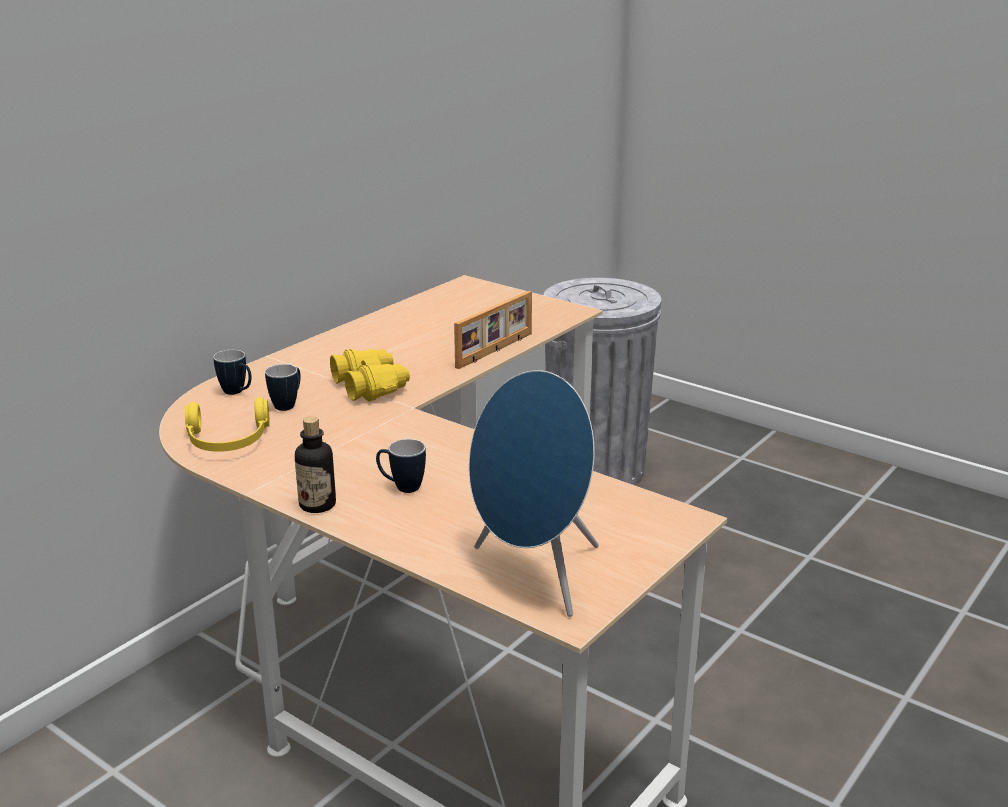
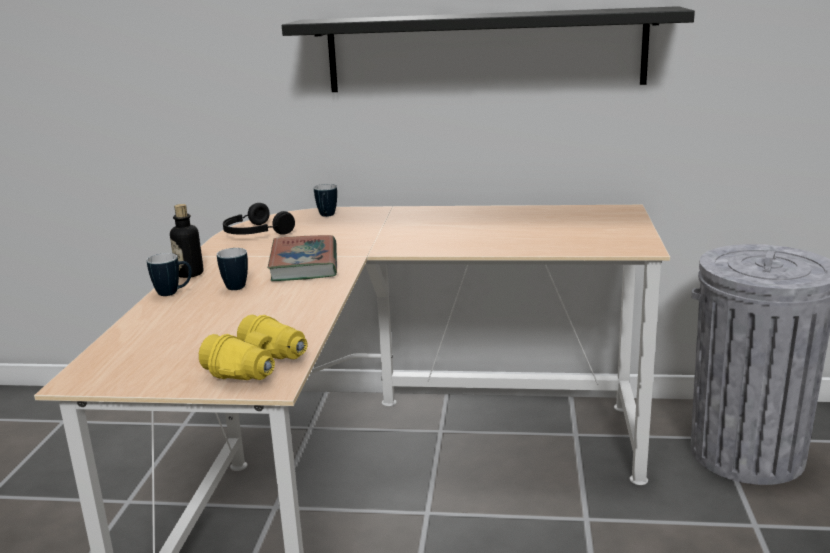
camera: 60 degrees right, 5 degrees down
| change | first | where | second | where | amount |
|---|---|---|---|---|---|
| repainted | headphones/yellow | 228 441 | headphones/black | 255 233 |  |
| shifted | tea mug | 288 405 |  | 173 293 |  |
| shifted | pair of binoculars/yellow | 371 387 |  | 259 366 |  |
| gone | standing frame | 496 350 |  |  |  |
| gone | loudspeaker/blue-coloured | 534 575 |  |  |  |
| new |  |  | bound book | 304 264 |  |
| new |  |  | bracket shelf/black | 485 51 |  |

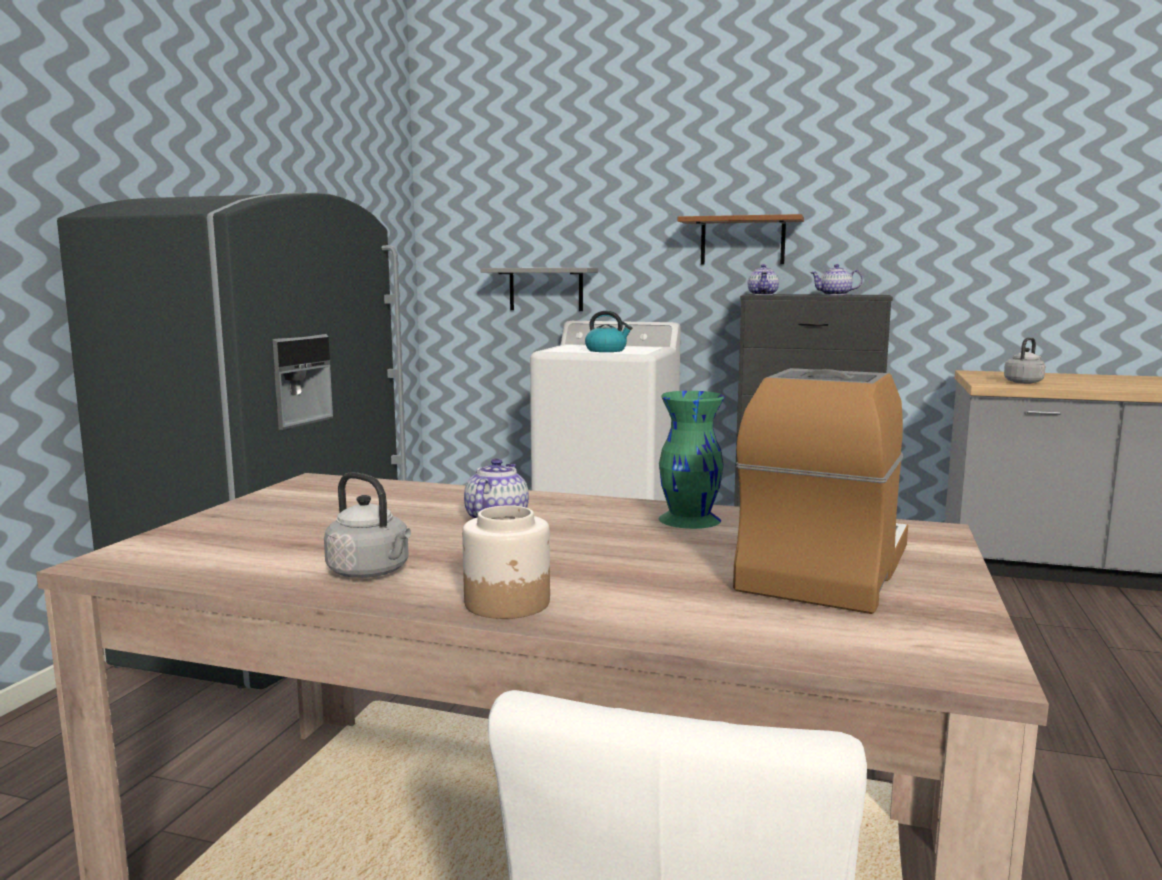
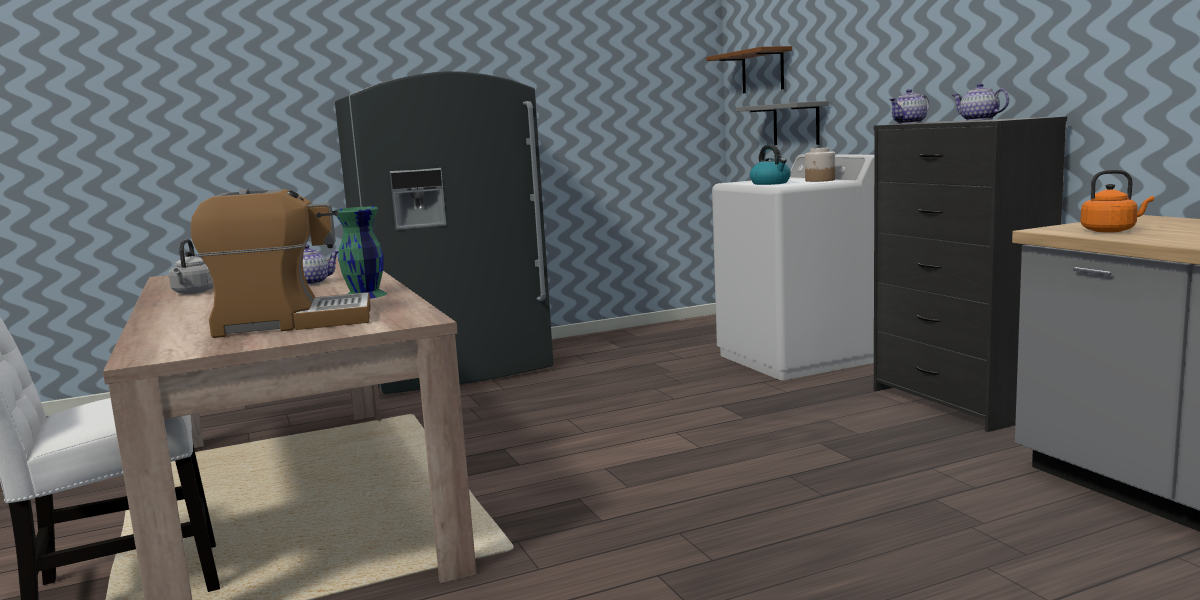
camera: 50 degrees right, 0 degrees up
| change | first | where | second | where | amount |
|---|---|---|---|---|---|
| shifted | jar | 508 603 |  | 820 180 |  |
| shifted | bracket shelf/brown | 742 241 |  | 762 71 |  |
| repainted | kettle/greyish | 1024 382 | kettle/orange | 1111 231 |  |

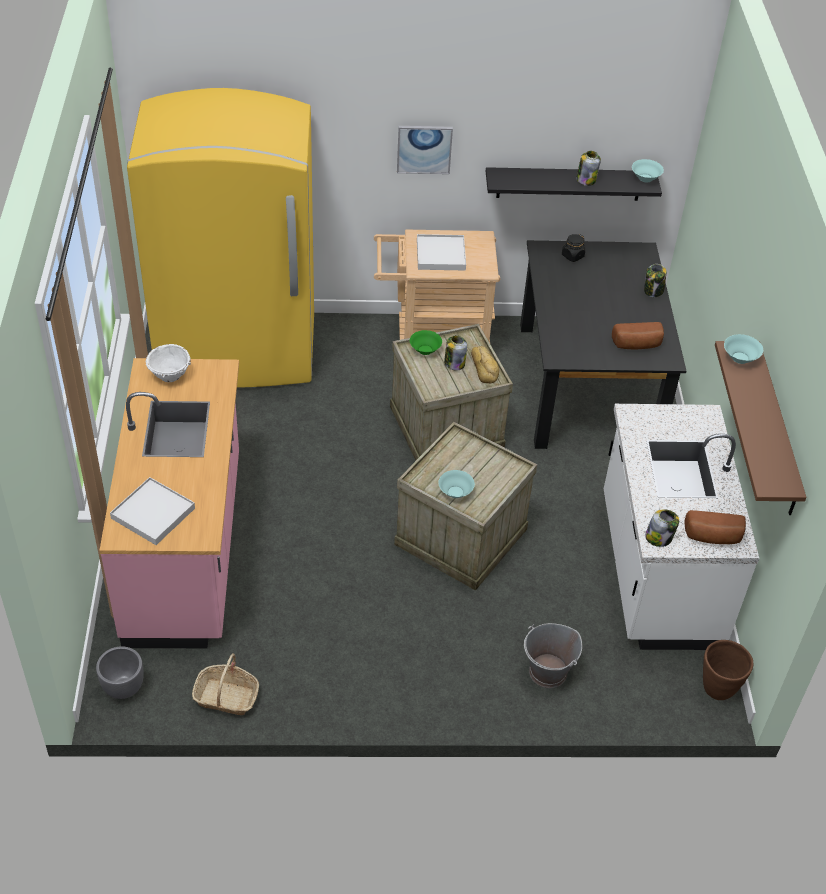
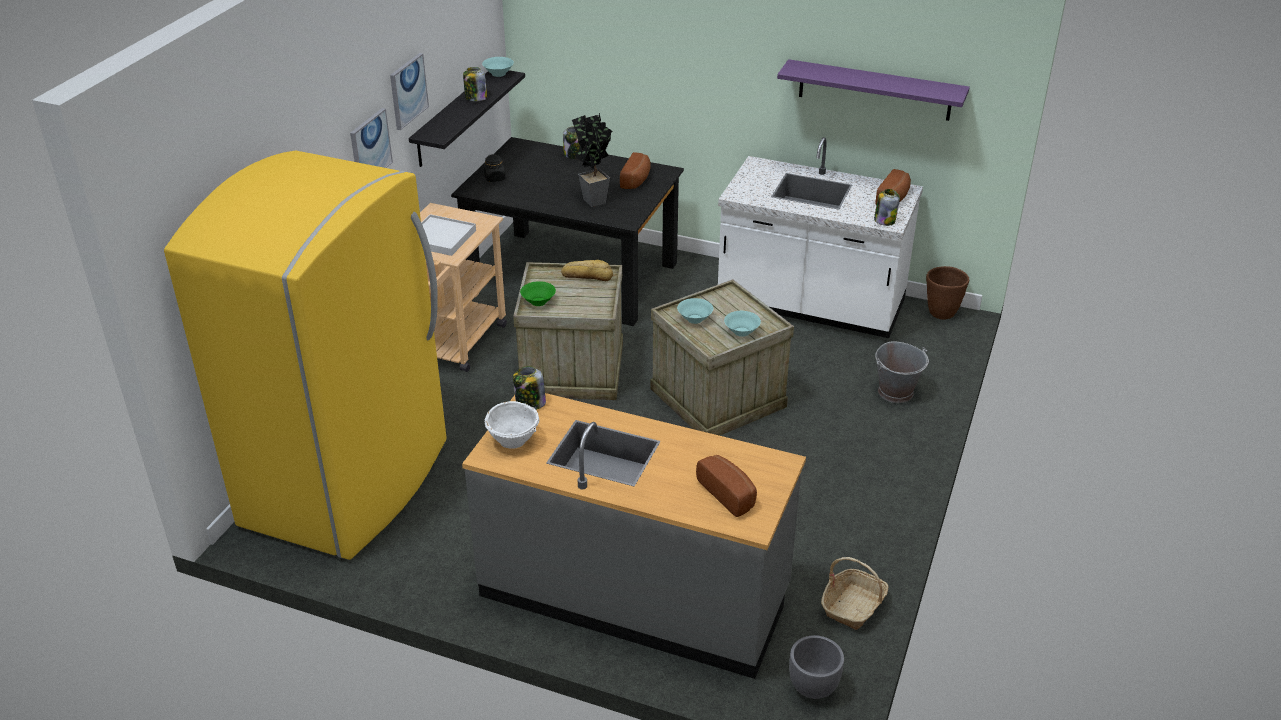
camera: 65 degrees left, 10 degrees down
| change | first | where | second | where | amount |
|---|---|---|---|---|---|
| repainted | counter/pinkish | 187 549 | counter/greyish | 635 593 |  |
| swapped | serving tray/white-coloured | 153 513 | baked bread | 729 494 |  |
| shifted | jar | 454 363 |  | 530 403 |  |
| repainted | bracket shelf/brown | 776 431 | bracket shelf/purplish | 875 90 |  |
| shifted | deep dish/blue-green | 740 358 |  | 695 319 |  |
| new |  |  | wall picture | 408 91 |  |
| new |  |  | plant in a pot | 594 199 |  |

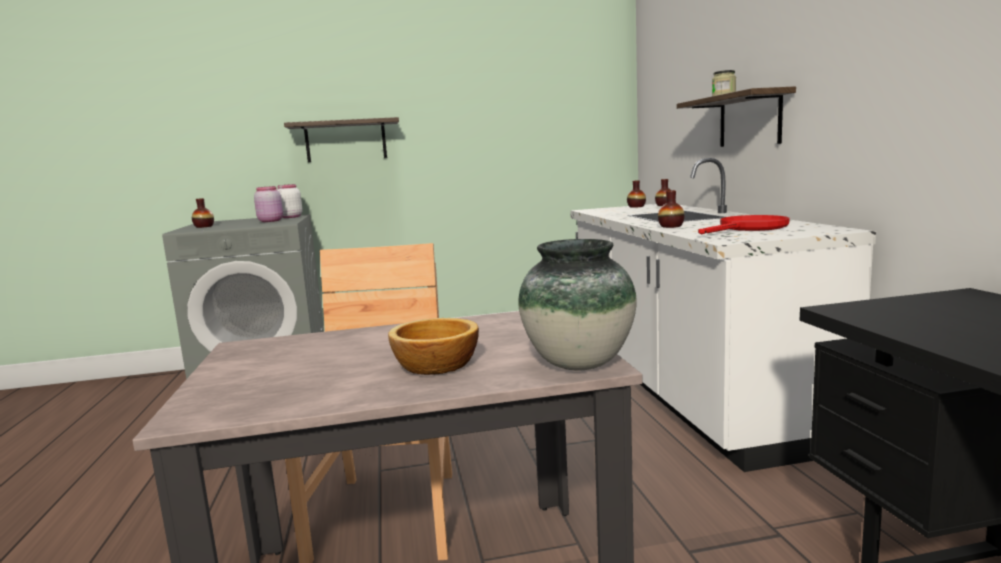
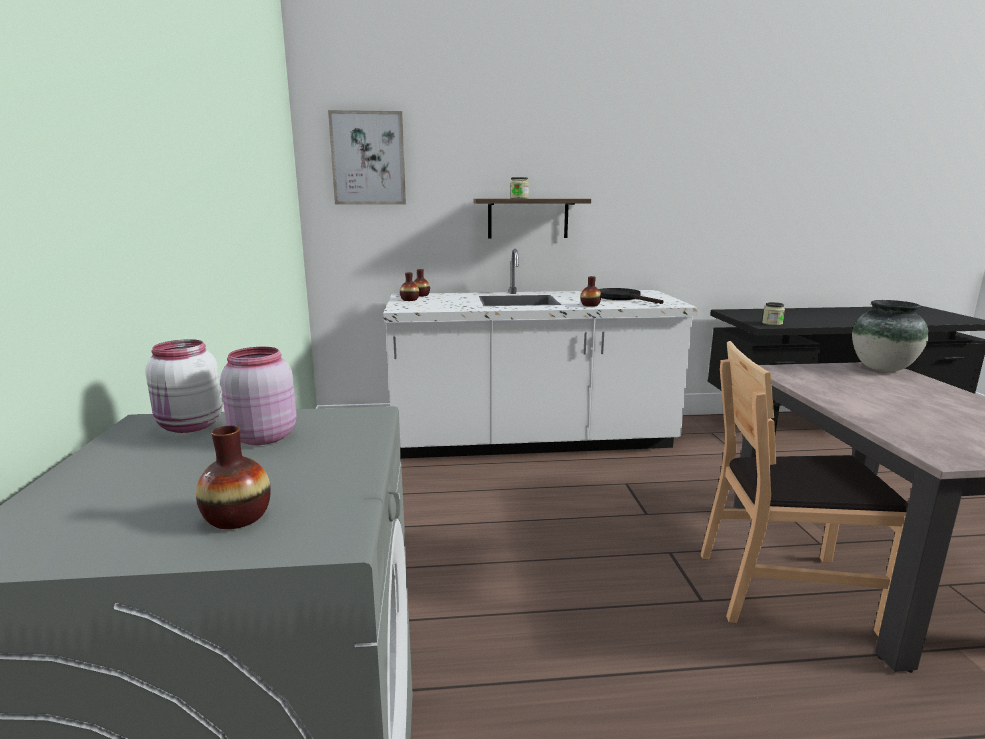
camera: 85 degrees left, 5 degrees up
| change | first | where | second | where | amount |
|---|---|---|---|---|---|
| gone | bracket shelf | 346 141 |  |  |  |
| gone | deep dish | 435 366 |  |  |  |
| repainted | pan/reddish | 748 228 | pan/black | 623 298 |  |
| new |  |  | wall picture | 368 158 |  |
| new |  |  | jar | 772 323 |  |

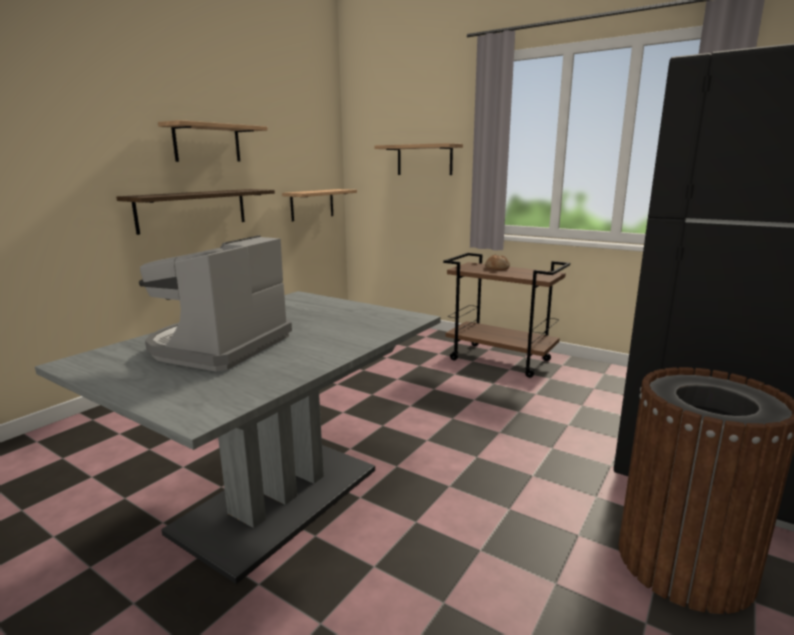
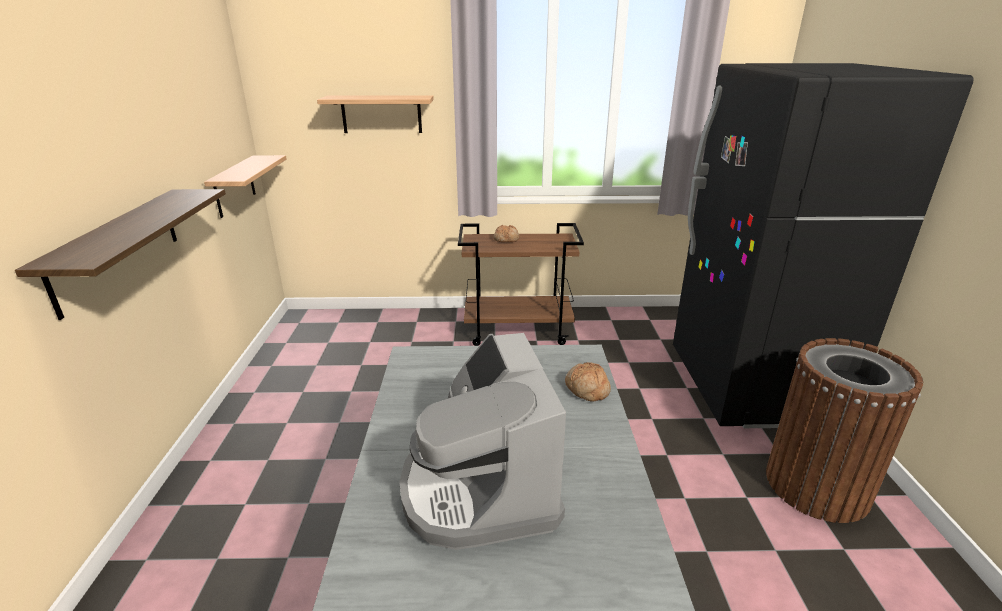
camera: 35 degrees left, 10 degrees up
| change | first | where | second | where | amount |
|---|---|---|---|---|---|
| gone | bracket shelf | 207 143 |  |  |  |
| new |  |  | baked bread | 586 389 |  |

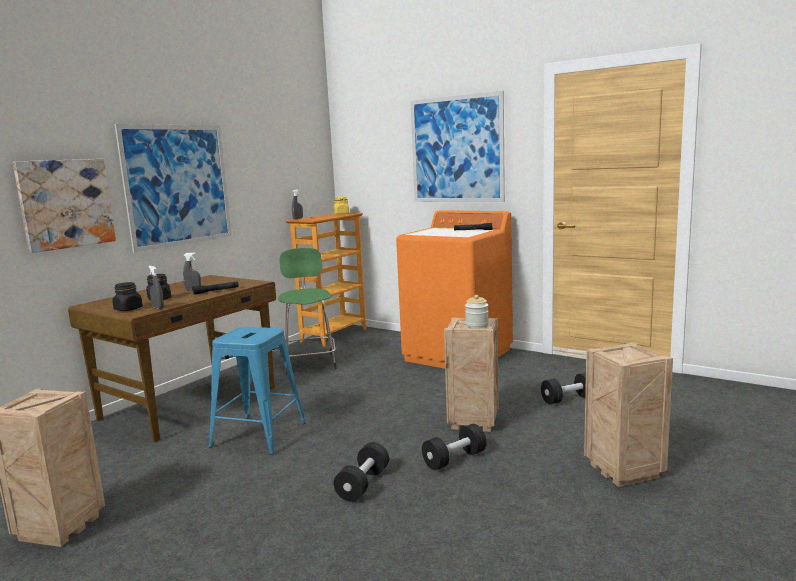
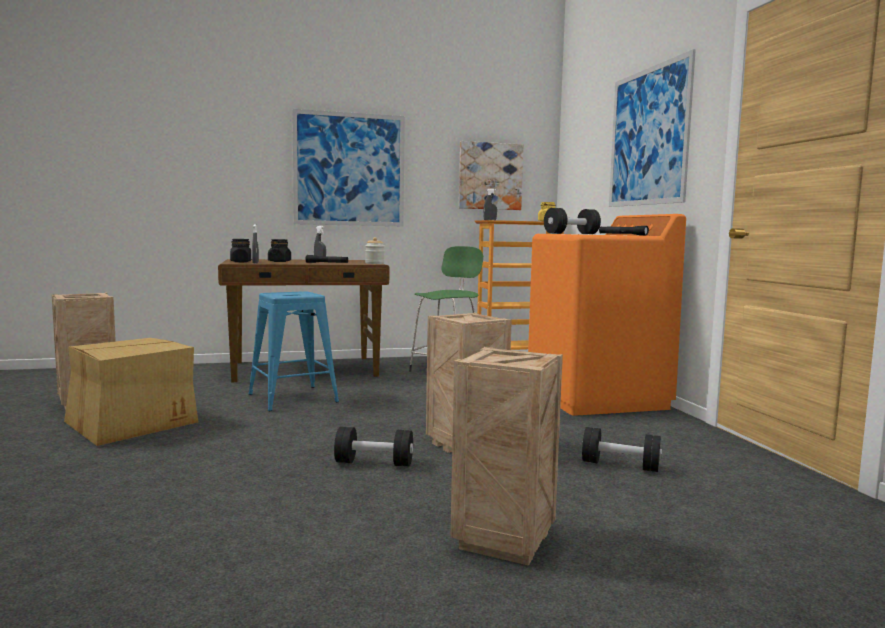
camera: 40 degrees right, 5 degrees down
| change | first | where | second | where | amount |
|---|---|---|---|---|---|
| shifted | wall picture | 66 203 |  | 490 176 |  |
| shifted | dumbbell/black | 363 484 |  | 571 233 |  |
| shifted | jar | 477 325 |  | 374 263 |  |
| new |  |  | carton | 129 424 |  |

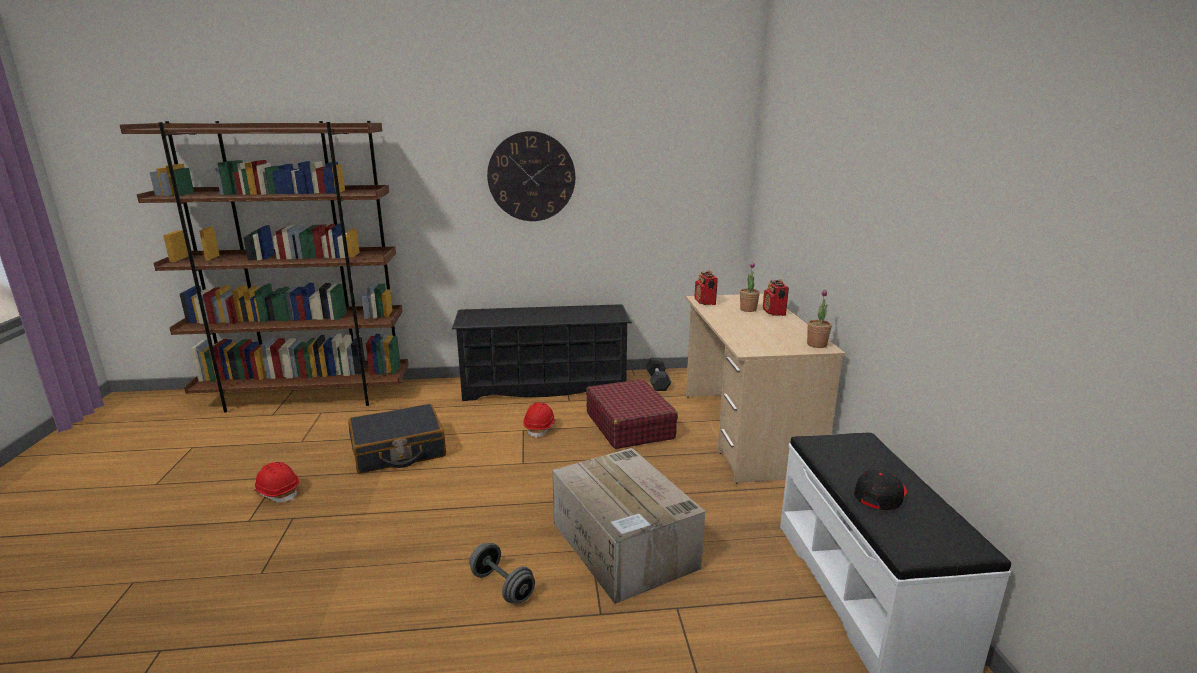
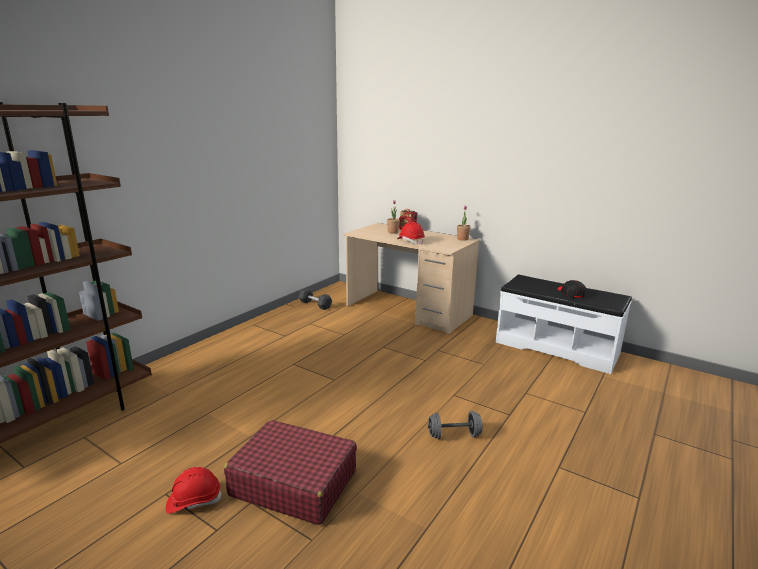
camera: 50 degrees left, 0 degrees up
| change | first | where | second | where | amount |
|---|---|---|---|---|---|
| gone | piece of luggage/black | 398 451 |  |  |  |
| gone | shoe stand/black | 544 386 |  |  |  |
| gone | hanging clock | 531 177 |  |  |  |
| shifted | hard hat/reddish | 540 428 |  | 410 241 |  |
| gone | carton | 625 546 |  |  |  |
| shifted | piece of luggage/reddish | 629 425 |  | 293 483 |  |
| gone | radio | 705 302 |  |  |  |

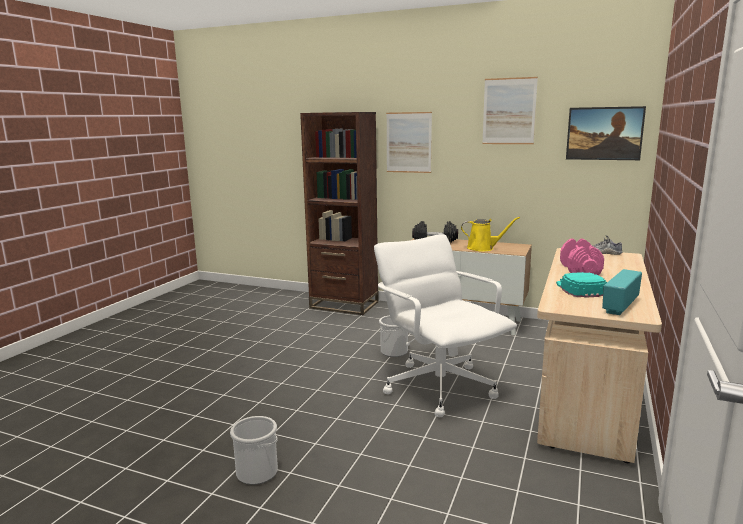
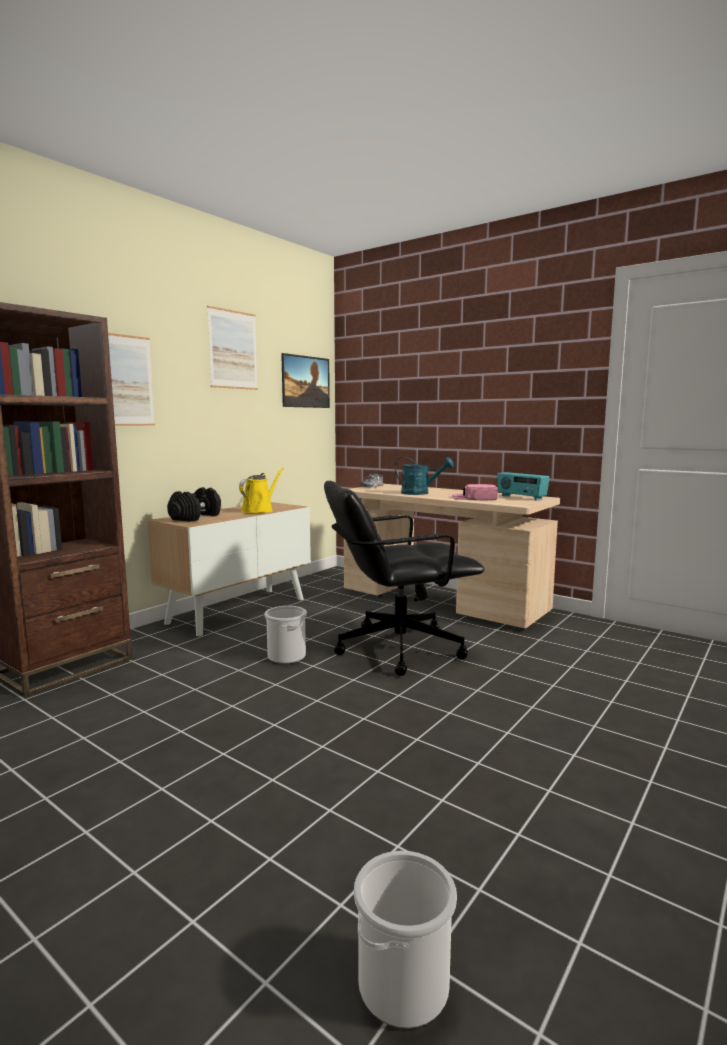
camera: 75 degrees left, 5 degrees down
| change | first | where | second | where | amount |
|---|---|---|---|---|---|
| shifted | pail | 256 472 |  | 403 985 |  |
| repainted | computer chair/white-coloured | 439 386 | computer chair/black | 397 648 |  |
| repainted | cap/blue-green | 579 289 | cap/pinkish | 474 498 |  |
| swapped | dumbbell/pinkish | 580 270 | watering pot/blue-green | 420 493 |  |

